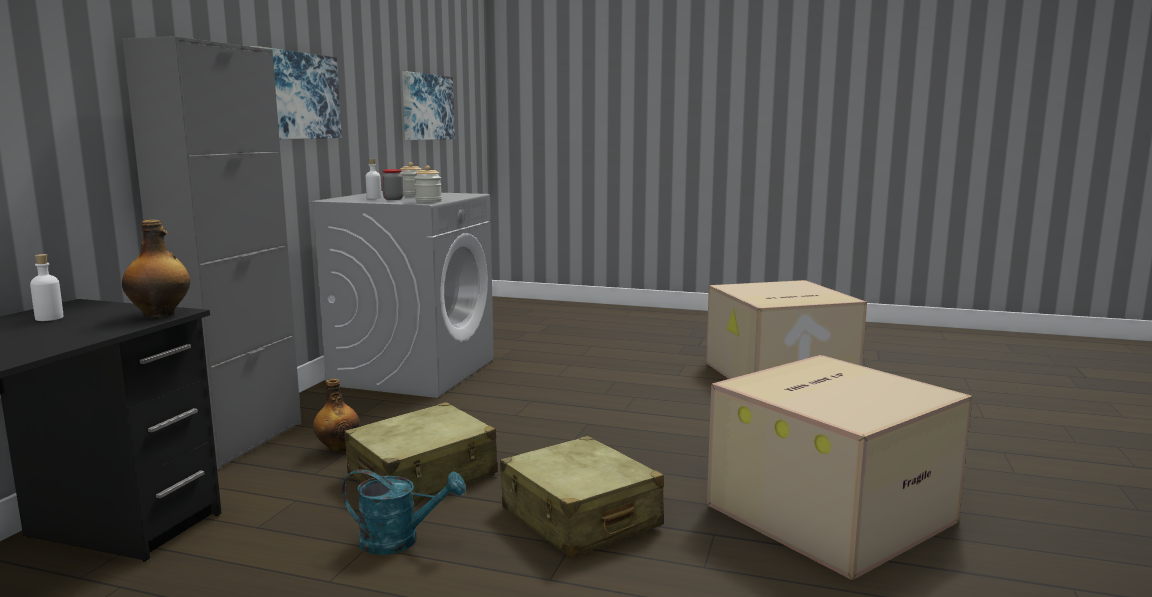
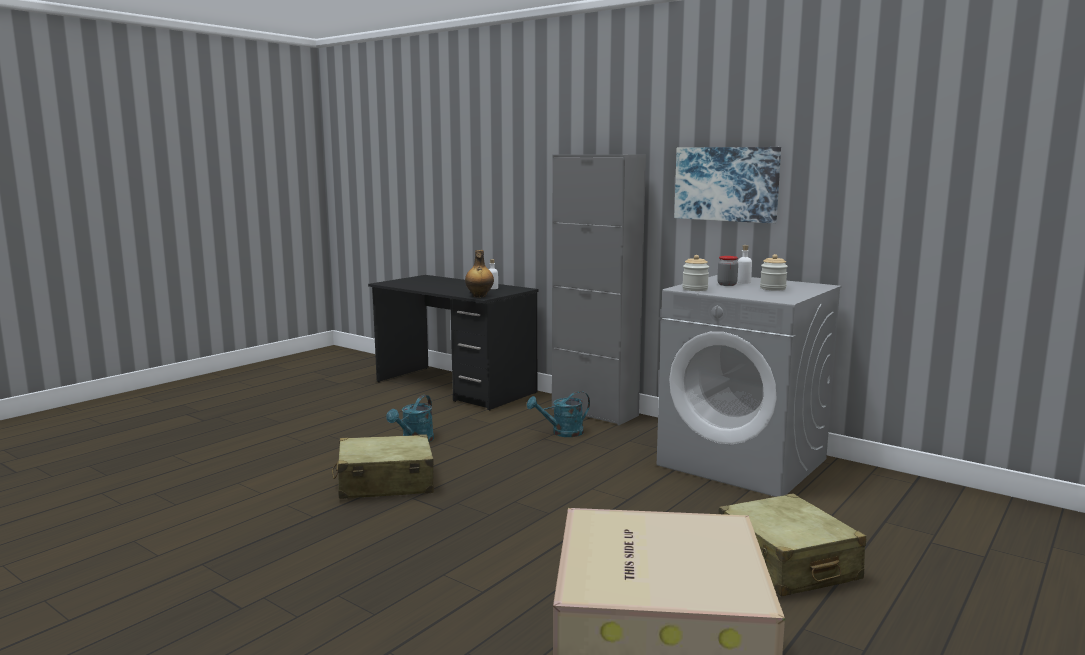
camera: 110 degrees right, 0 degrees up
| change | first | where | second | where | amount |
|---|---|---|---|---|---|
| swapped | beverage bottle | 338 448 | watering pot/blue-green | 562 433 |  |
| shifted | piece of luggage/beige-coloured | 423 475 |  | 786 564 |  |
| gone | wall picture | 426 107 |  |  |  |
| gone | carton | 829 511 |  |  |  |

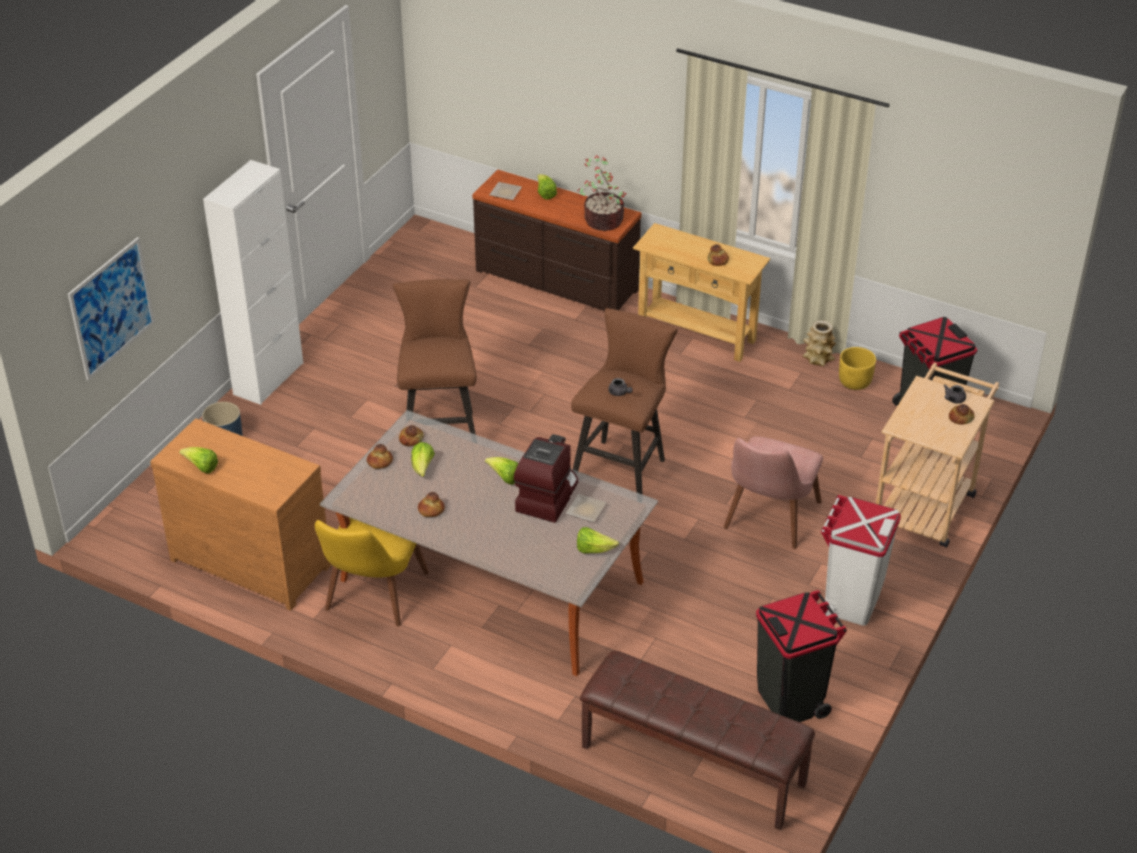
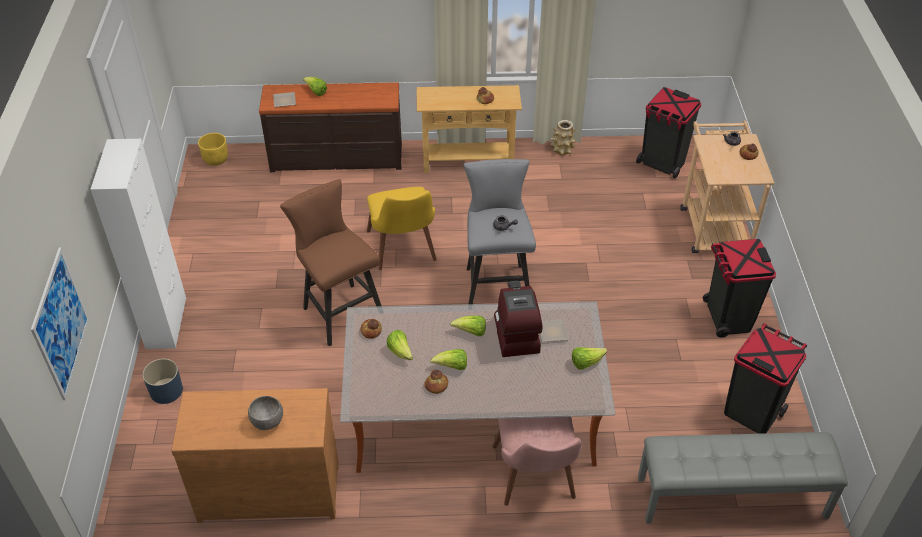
camera: 30 degrees left, 5 degrees up
| change | first | where | second | where | amount |
|---|---|---|---|---|---|
| shifted | head of lettuce | 201 467 |  | 452 366 |  |
| shifted | plain chair/yellow | 371 600 |  | 404 252 |  |
| gone | baked bread | 380 462 |  |  |  |
| repainted | sitting stool/brown | 622 467 | sitting stool/greyish | 496 283 |  |
| gone | plant in a pot | 602 220 |  |  |  |
| repainted | bench/brown | 692 765 | bench/greyish | 731 498 |  |
| shifted | plain chair/pinkish | 767 523 |  | 536 482 |  |
| repainted | rubbish bin/white-coloured | 851 602 | rubbish bin/black | 727 318 |  |
| shifted | planter/yellow | 854 382 |  | 215 160 |  |
| new |  |  | deep dish/greyish | 268 422 |  |

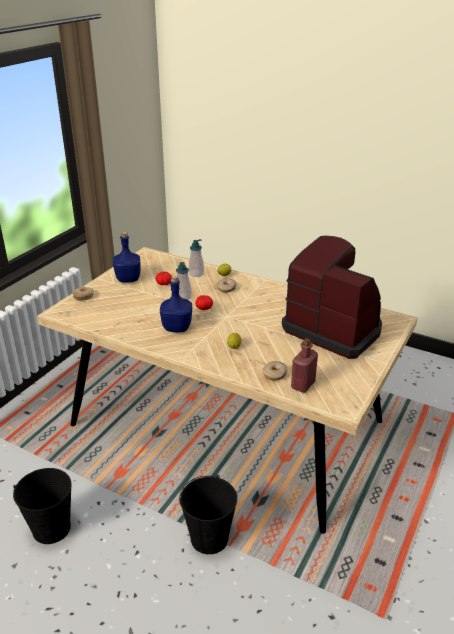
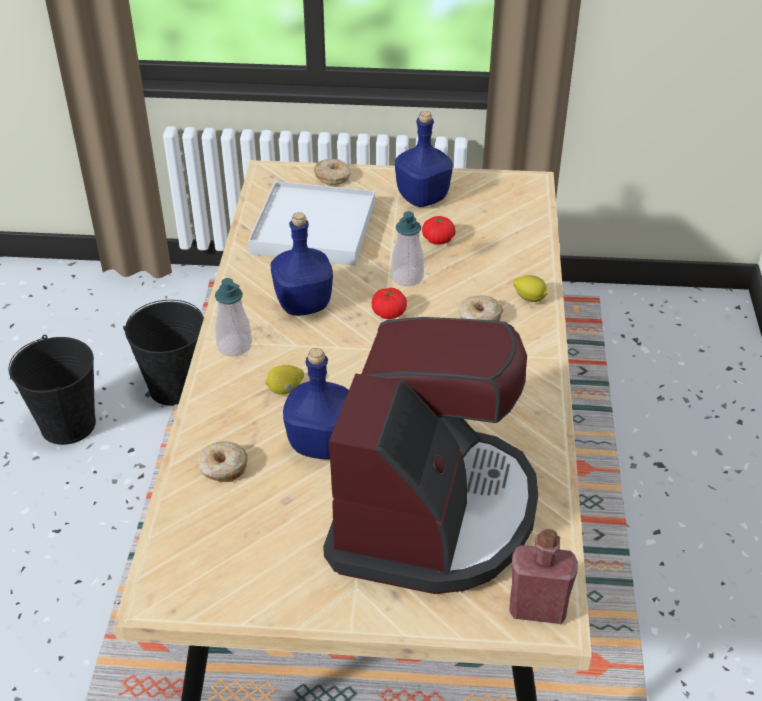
camera: 65 degrees right, 10 degrees up
| change | first | where | second | where | amount |
|---|---|---|---|---|---|
| shifted | pail/black | 210 538 |  | 175 387 |  |
| shifted | liquid soap bottle | 196 273 |  | 234 346 |  |
| shifted | beverage bottle/reddish | 303 385 |  | 537 608 |  |
| new |  |  | serving tray/white-coloured | 314 228 |  |
| new |  |  | beverage bottle/blue-coloured | 319 443 |  |

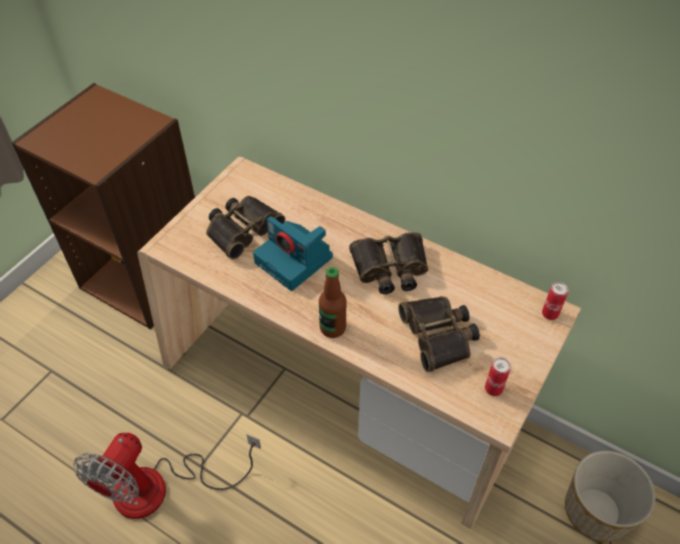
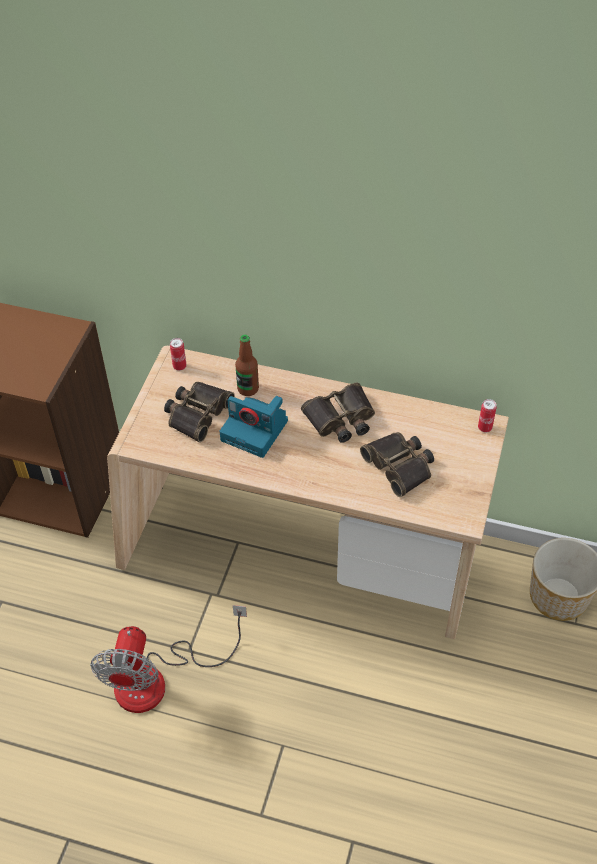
camera: 15 degrees left, 0 degrees up
| change | first | where | second | where | amount |
|---|---|---|---|---|---|
| shifted | beverage bottle | 332 328 |  | 248 389 |  |
| shifted | metal can | 493 389 |  | 179 366 |  |

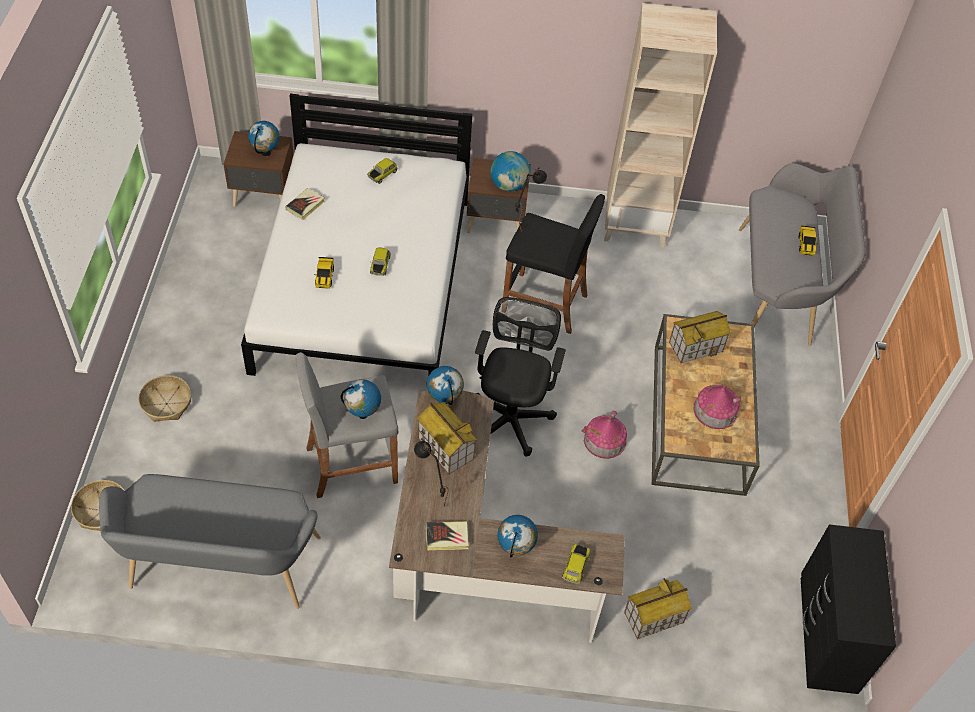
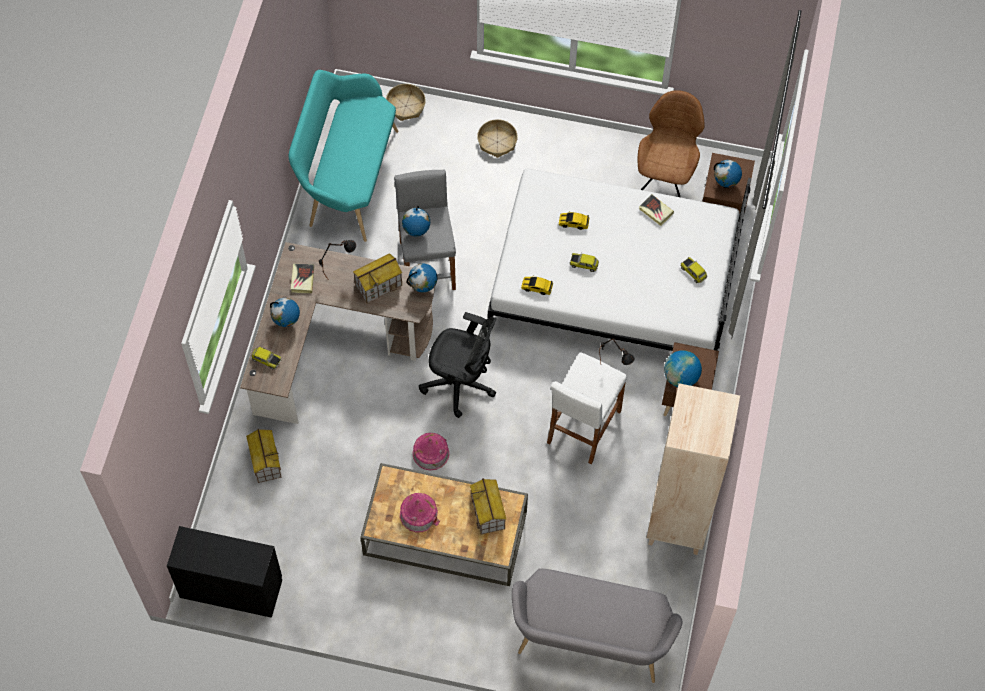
camera: 100 degrees right, 10 degrees up
| change | first | where | second | where | amount |
|---|---|---|---|---|---|
| repainted | bench/greyish | 220 569 | bench/blue-green | 347 179 |  |
| repainted | sitting stool/black | 545 303 | sitting stool/white-coloured | 583 427 |  |
| shifted | toy car | 806 244 |  | 537 287 |  |
| new |  |  | plain chair/brown | 665 180 |  |

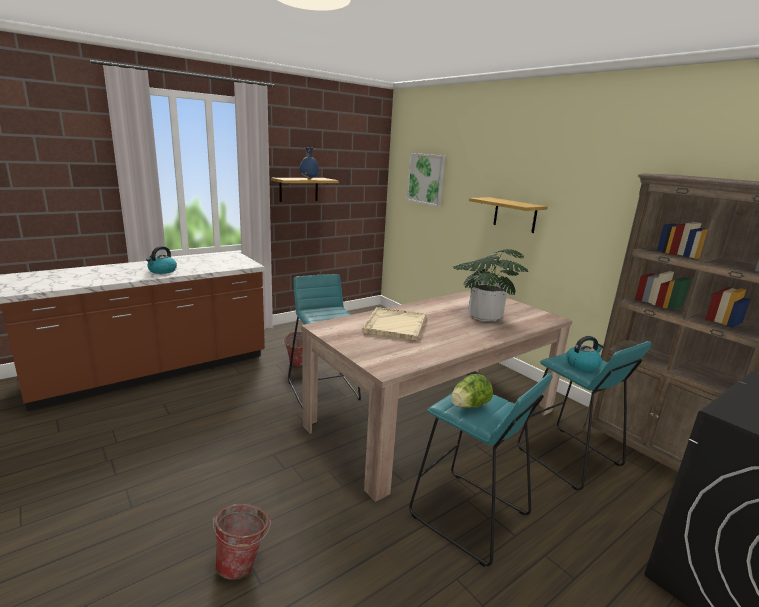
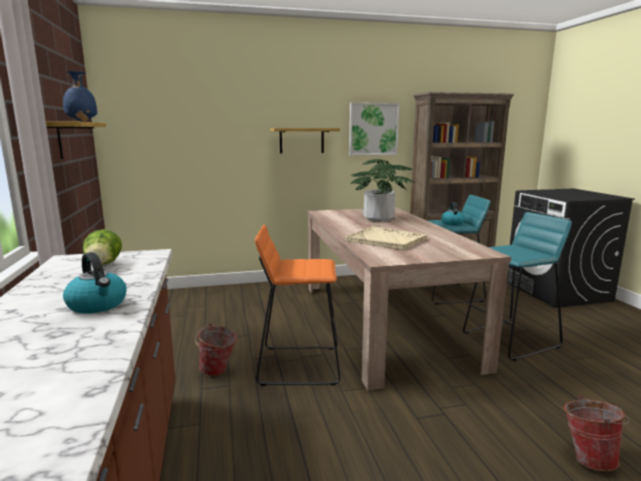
camera: 65 degrees left, 5 degrees down
| change | first | where | second | where | amount |
|---|---|---|---|---|---|
| repainted | sitting stool/blue-green | 324 390 | sitting stool/orange | 298 365 |  |
| shifted | wall picture | 426 179 |  | 373 129 |  |
| shifted | head of lettuce | 469 406 |  | 103 265 |  |

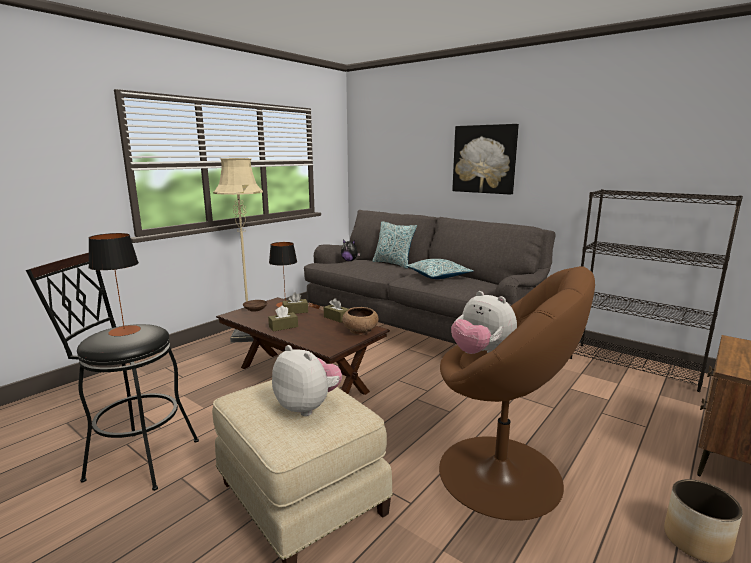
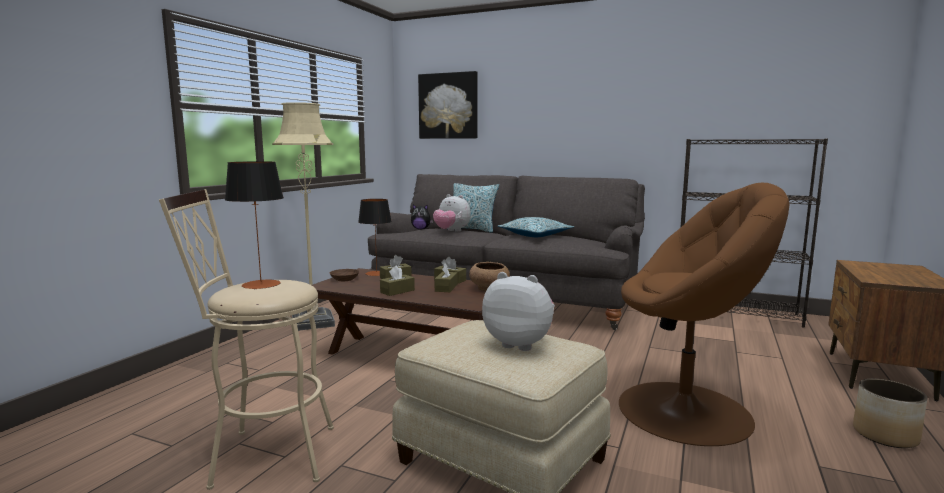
camera: 15 degrees left, 5 degrees down
| change | first | where | second | where | amount |
|---|---|---|---|---|---|
| repainted | sitting stool/black | 135 458 | sitting stool/beige-coloured | 264 455 |  |
| shifted | cuddly toy | 481 353 |  | 451 231 |  |
| shifted | wall picture | 484 159 |  | 448 106 |  |
| new |  |  | tissue box/brown | 446 288 |  |

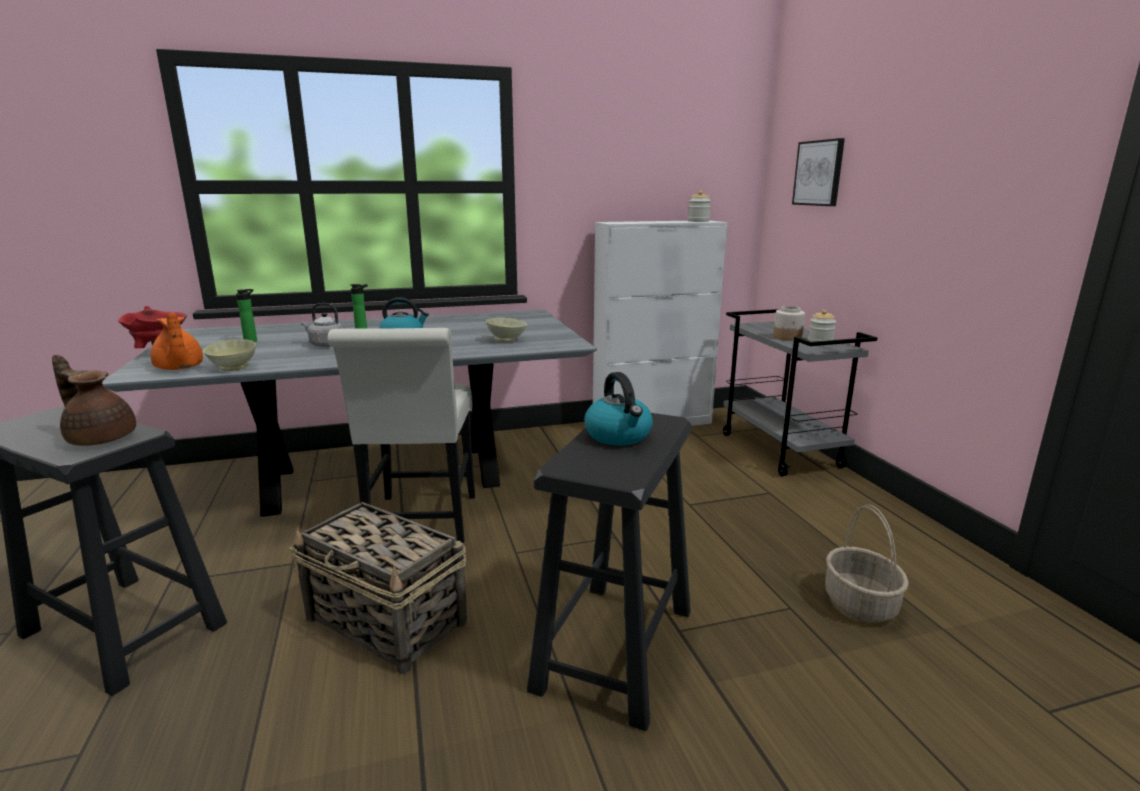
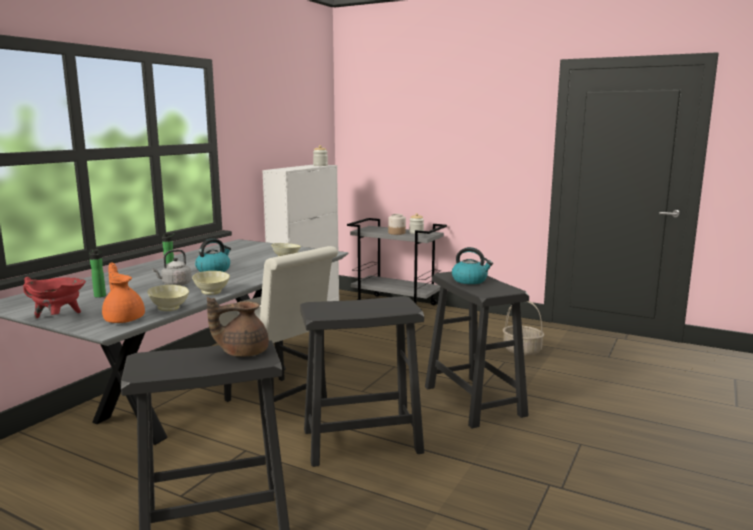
camera: 45 degrees left, 5 degrees down
| change | first | where | second | where | amount |
|---|---|---|---|---|---|
| rotated | tea pot/orange | 179 368 |  | 124 319 | 135 degrees counterclockwise |
| swapped | household basket | 387 621 | sitting stool/black | 362 441 |  |
| gone | wall picture | 819 173 |  |  |  |
| new |  |  | deep dish/beige-coloured | 211 293 |  |

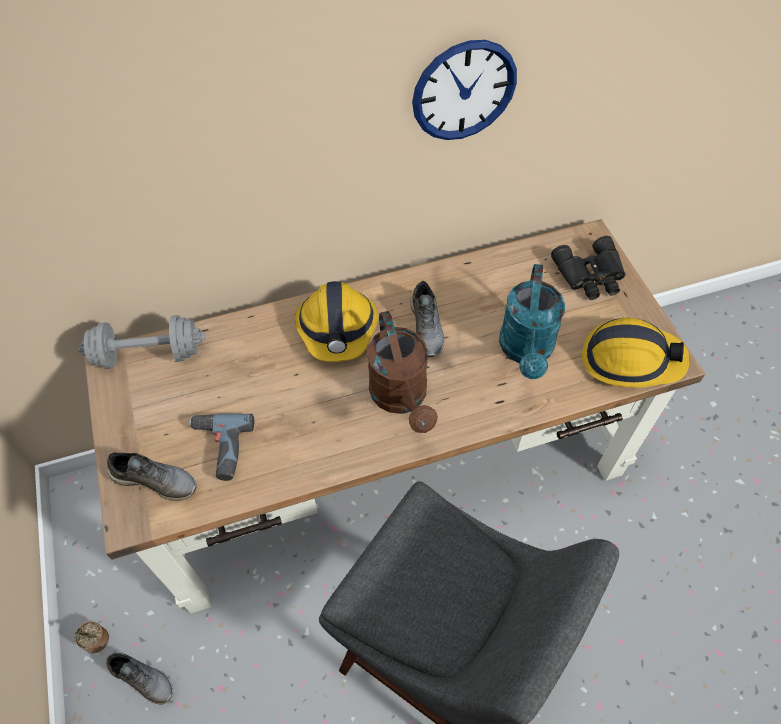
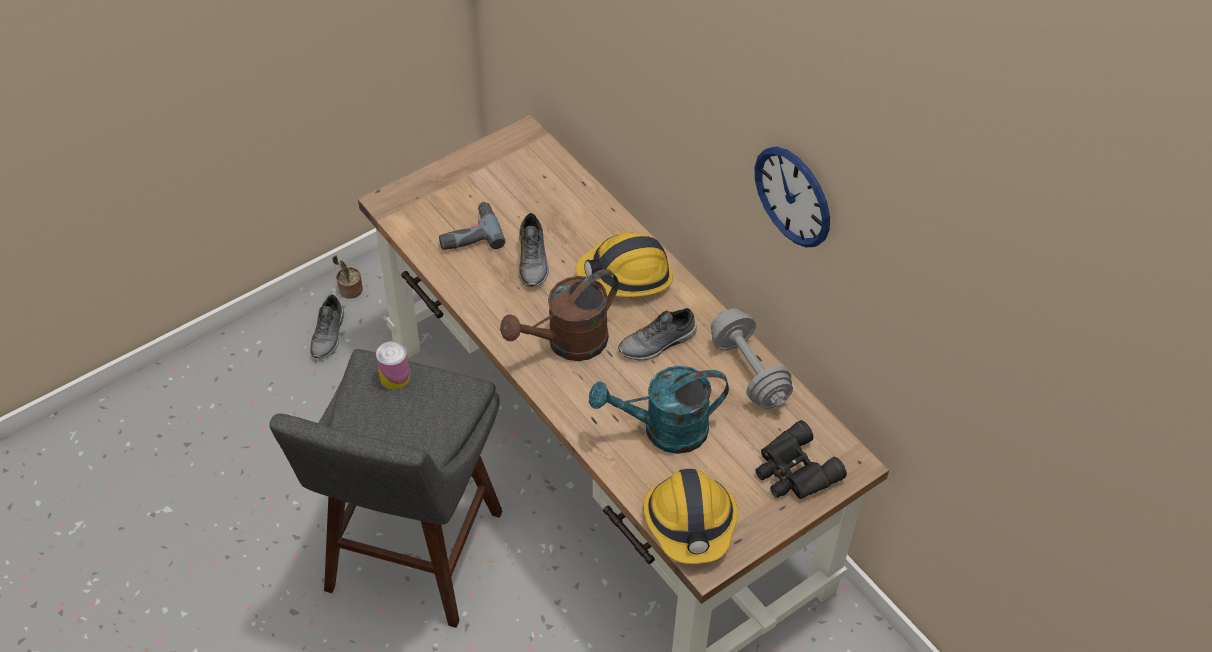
camera: 70 degrees right, 5 degrees down
| change | first | where | second | where | amount |
|---|---|---|---|---|---|
| shifted | dumbbell/greyish | 148 354 |  | 749 372 |  |
| shifted | item of footwear/greyish | 156 480 |  | 533 260 |  |
| new |  |  | metal can | 395 377 |  |

